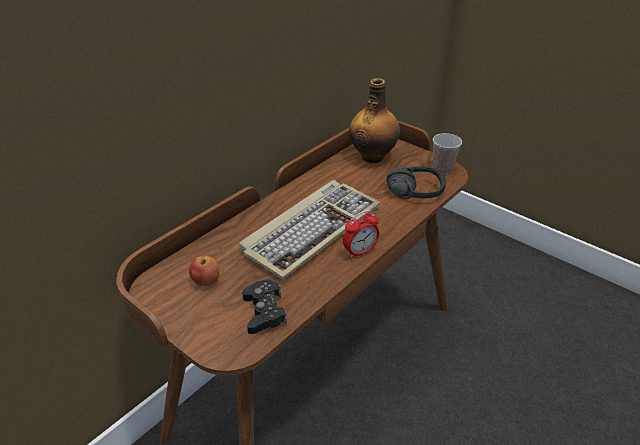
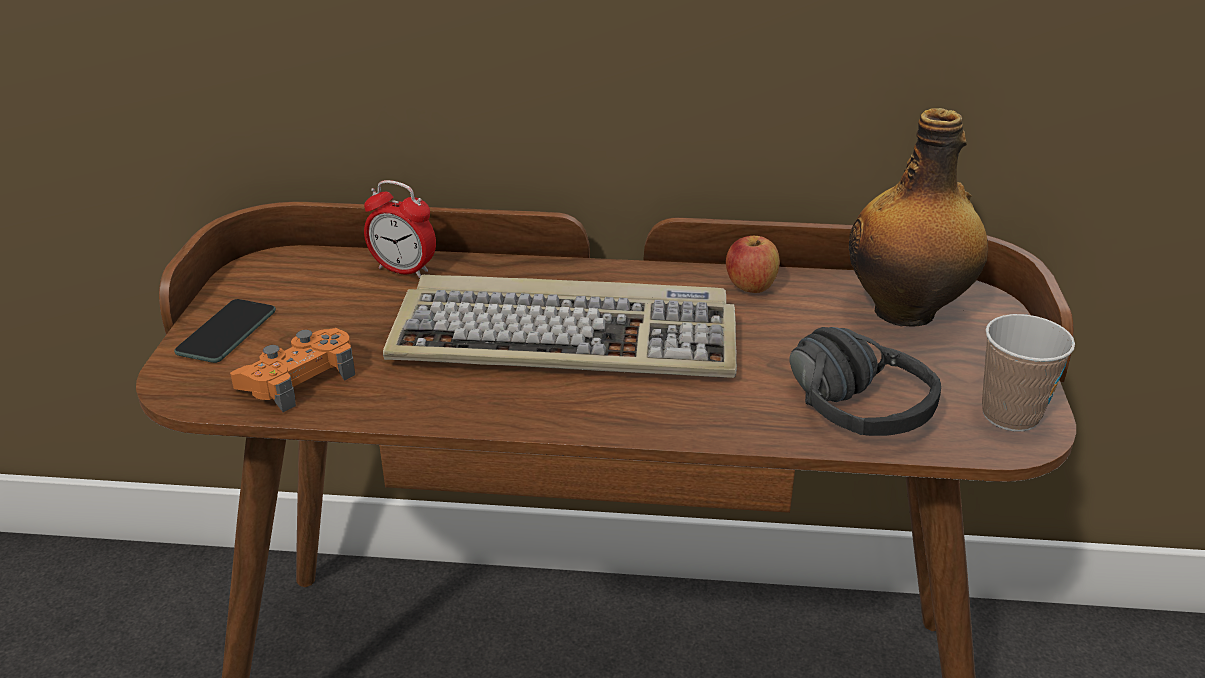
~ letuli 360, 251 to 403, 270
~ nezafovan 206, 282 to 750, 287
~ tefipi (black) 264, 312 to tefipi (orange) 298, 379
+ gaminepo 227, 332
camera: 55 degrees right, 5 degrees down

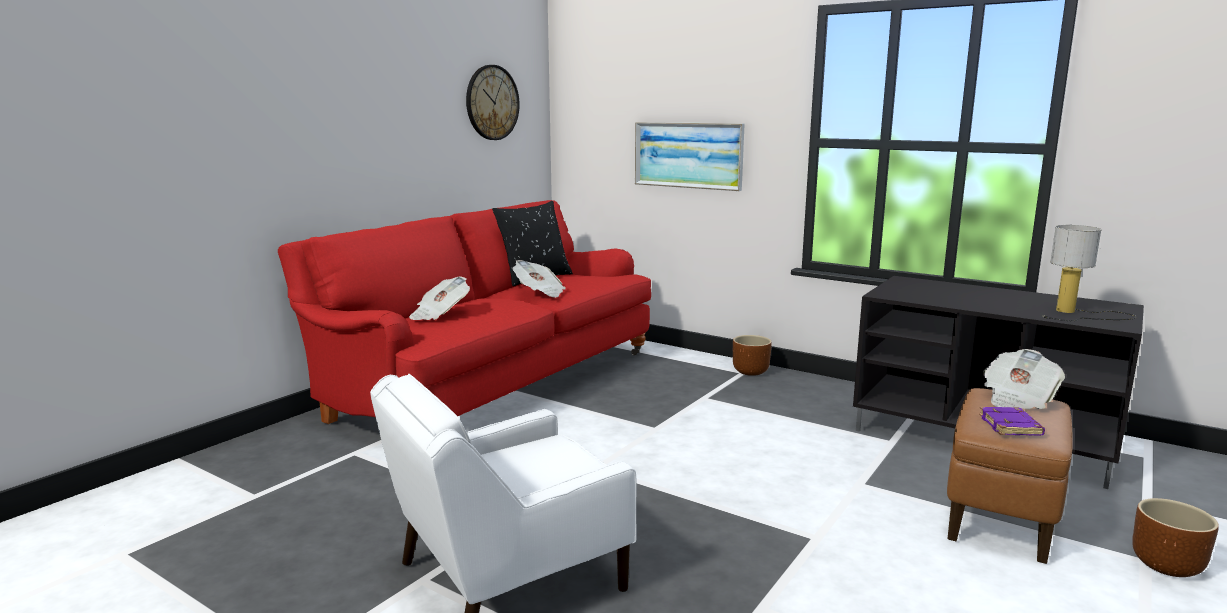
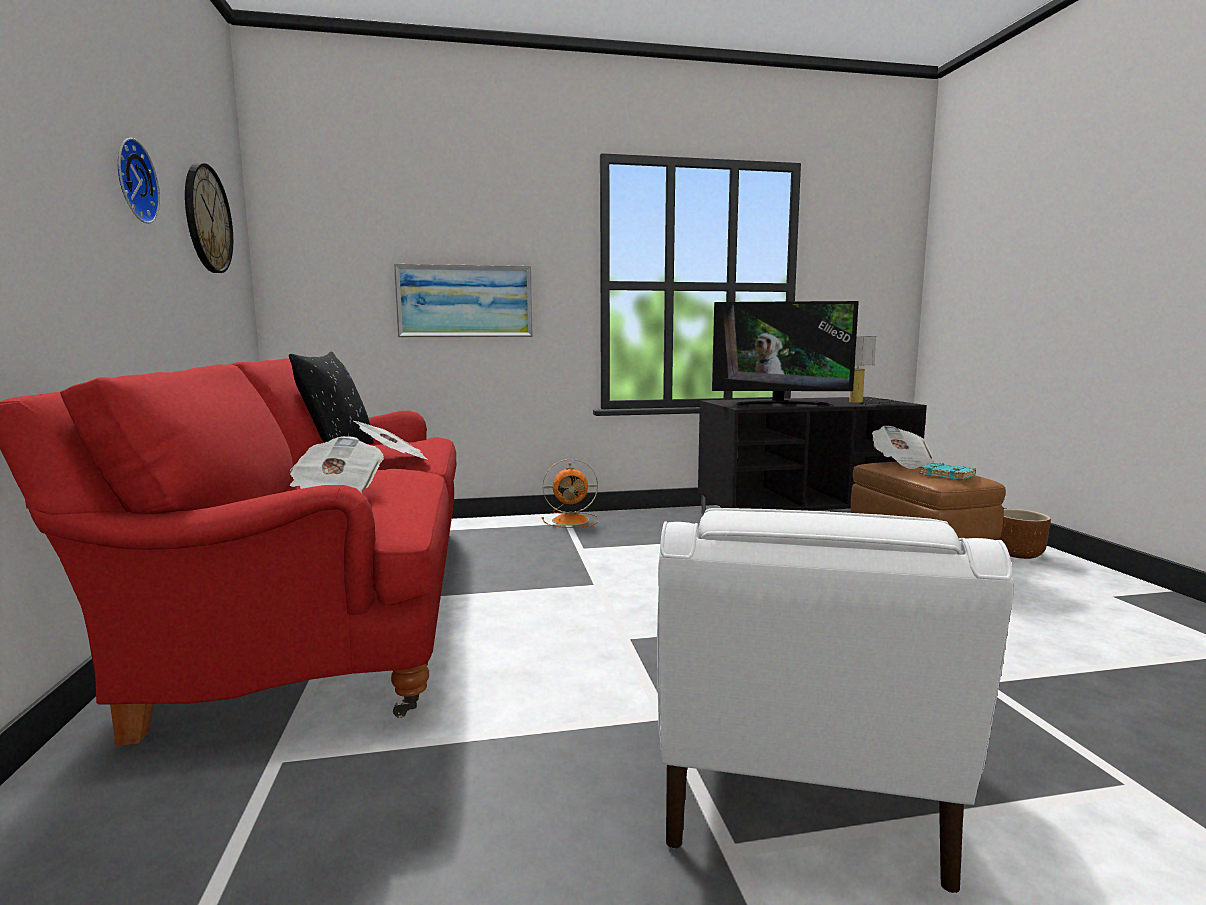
~ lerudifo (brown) 751, 372 to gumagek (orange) 572, 520
~ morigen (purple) 1011, 426 to morigen (turquoise) 948, 475
+ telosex 132, 181
+ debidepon 780, 404
camera: 45 degrees left, 5 degrees down

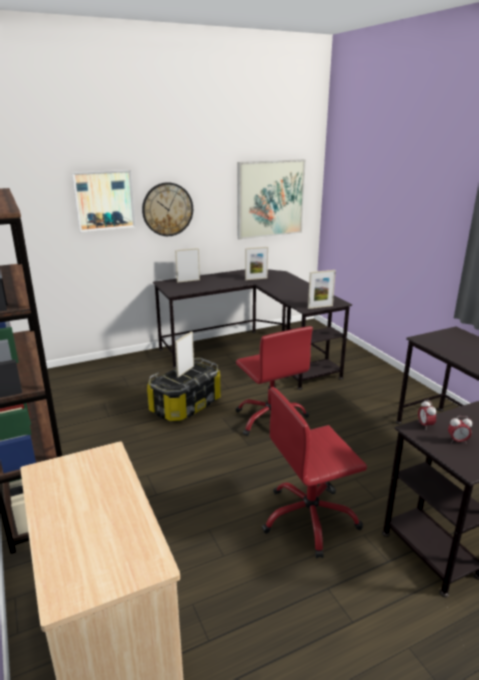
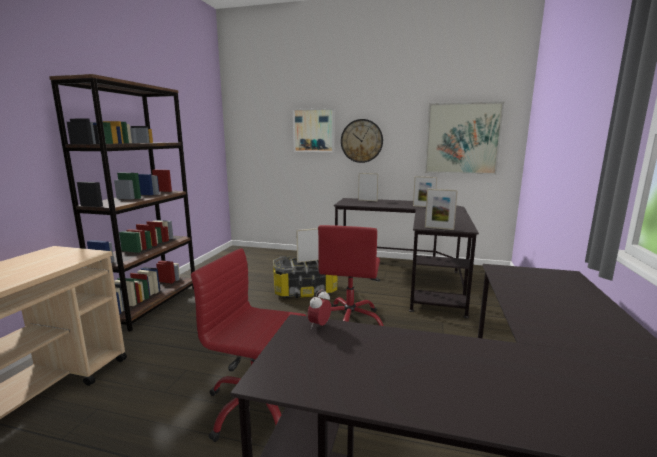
- letuli 457, 441
camera: 40 degrees right, 10 degrees down

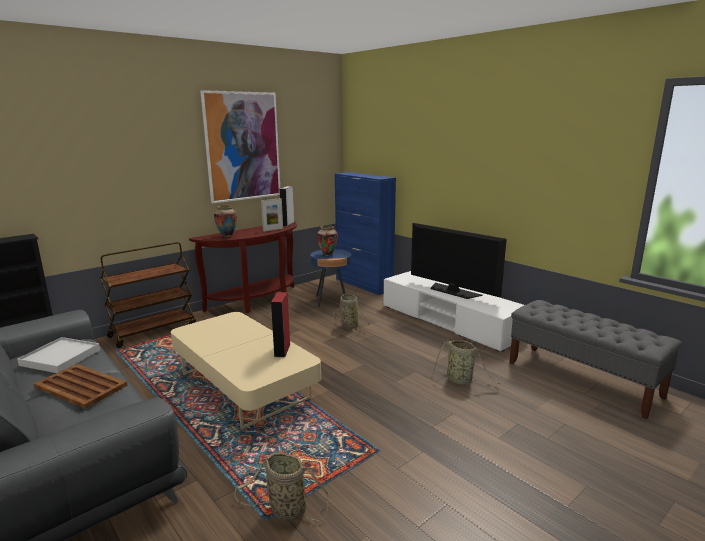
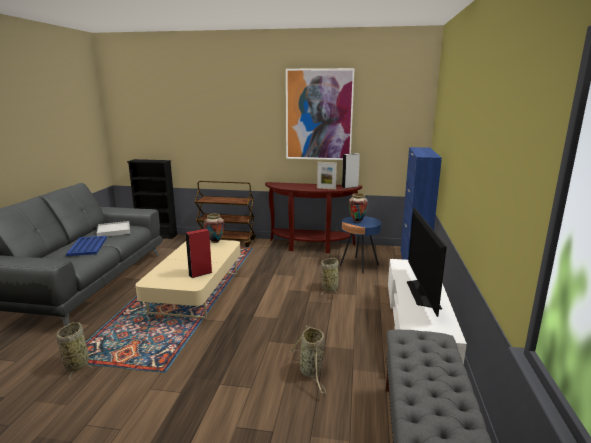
~ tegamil 227, 236 to 215, 242
~ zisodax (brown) 81, 386 to zisodax (blue) 87, 246
camera: 50 degrees right, 0 degrees up

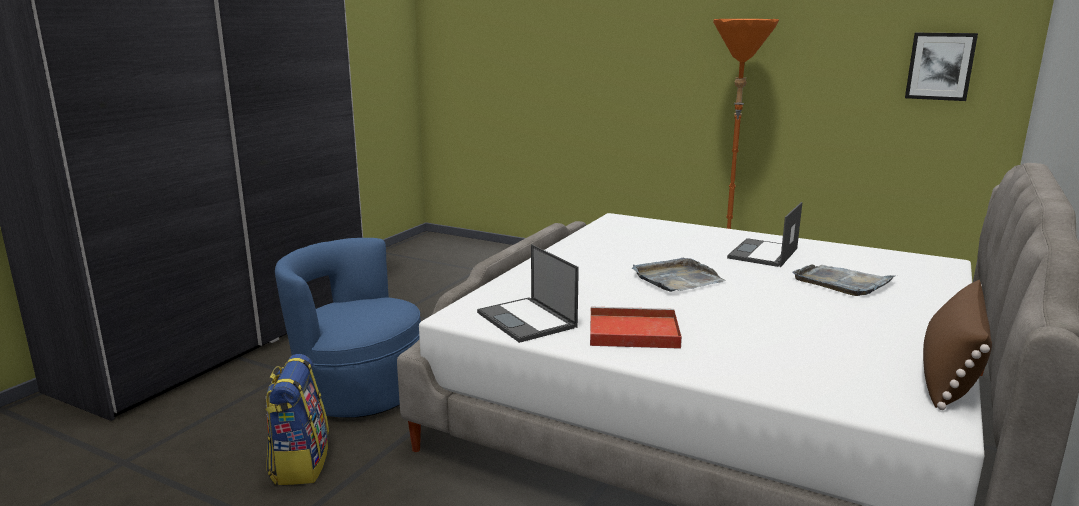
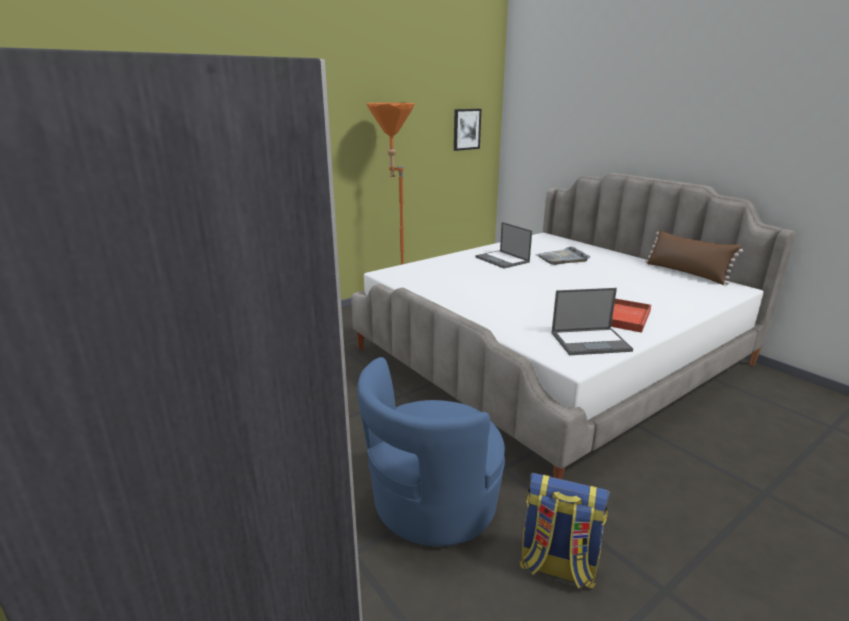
- zisodax (grey) 677, 279
camera: 65 degrees left, 5 degrees up

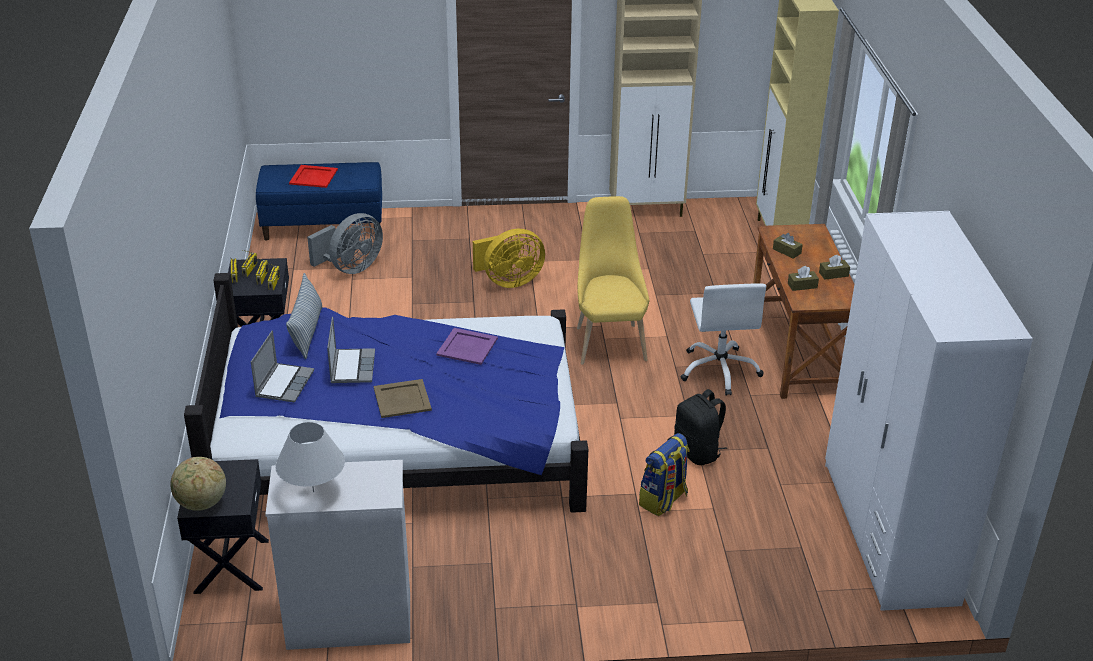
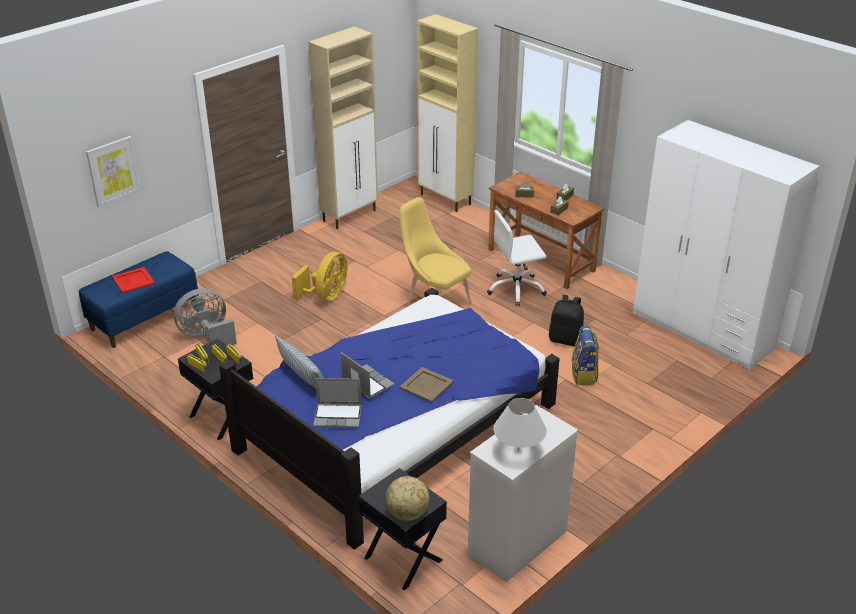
~ gumagek (grey) 351, 268 = 207, 337 120 degrees counterclockwise
~ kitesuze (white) 720, 370 = 516, 289 120 degrees clockwise
- zisodax (purple) 468, 346
~ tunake 284, 383 = 338, 416 120 degrees clockwise
+ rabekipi 113, 171
camera: 40 degrees left, 0 degrees up

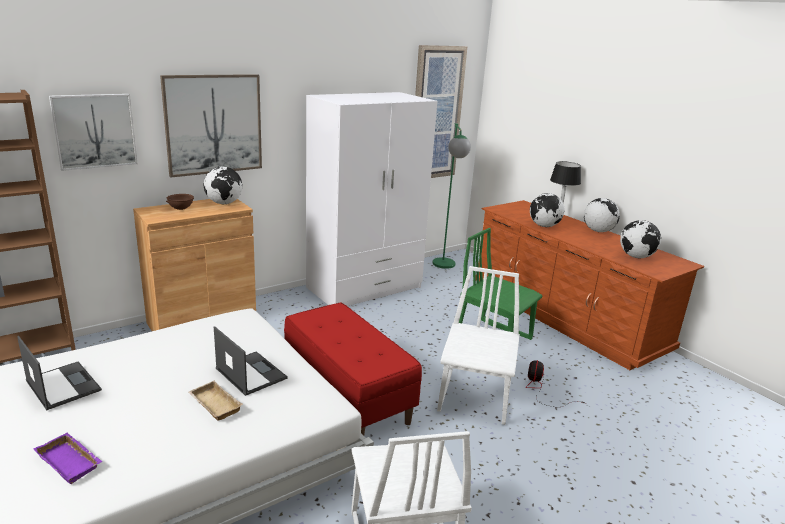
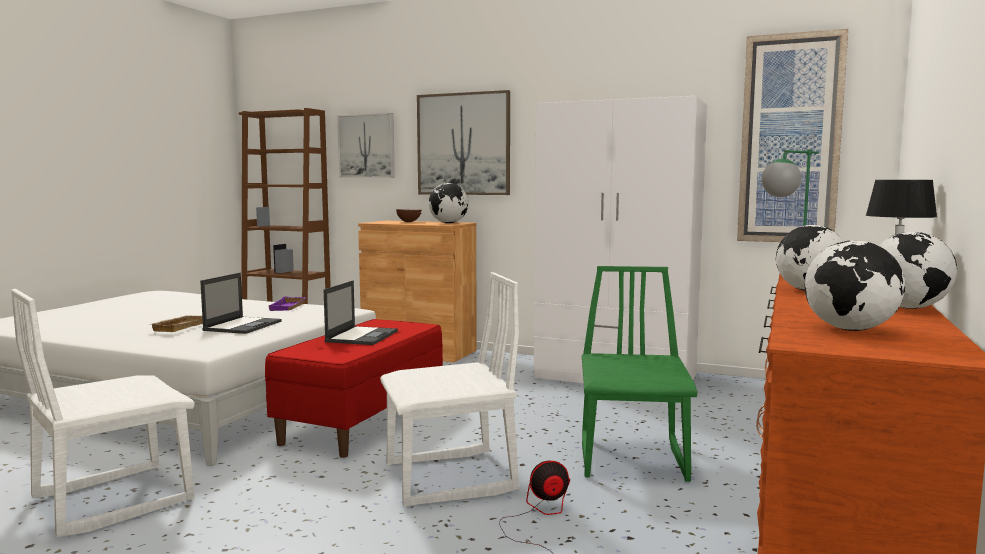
~ tunake 62, 385 to 362, 336
~ zisodax (purple) 71, 461 to 289, 307
camera: 60 degrees right, 15 degrees down

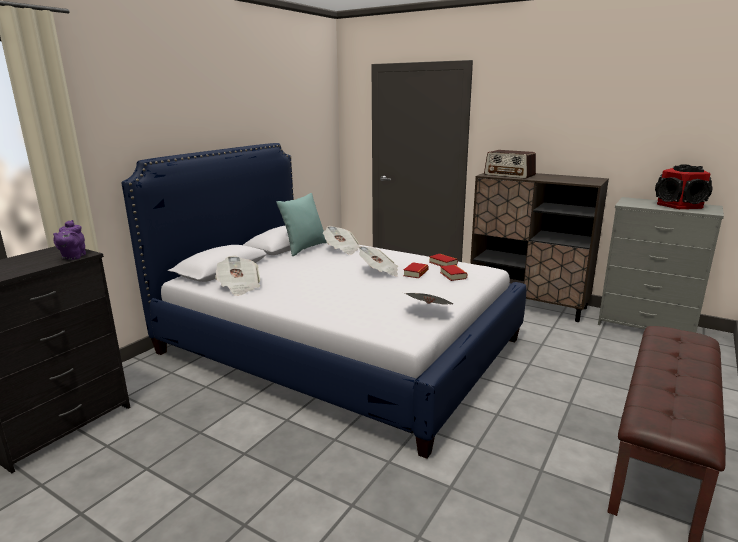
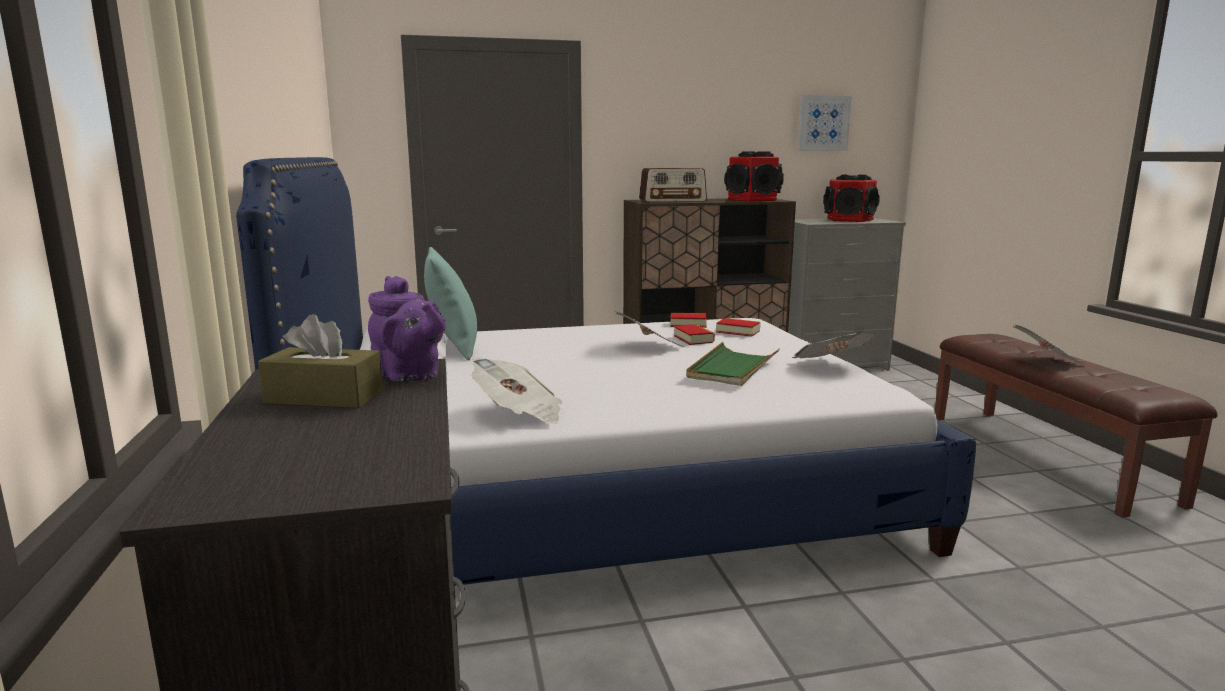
~ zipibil 342, 250 to 1046, 362
+ rabekipi 823, 123
+ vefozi 753, 200
+ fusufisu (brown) 324, 397
+ zisodax (green) 732, 368
camera: 45 degrees left, 5 degrees down

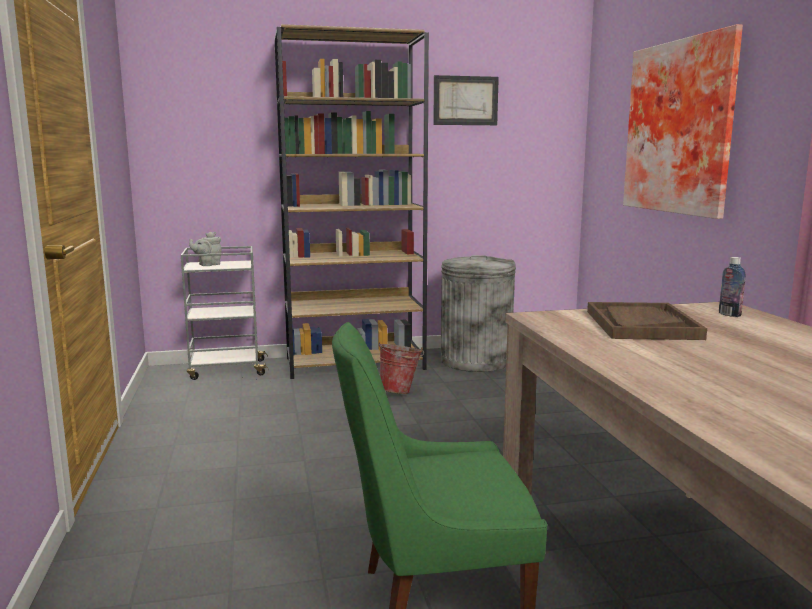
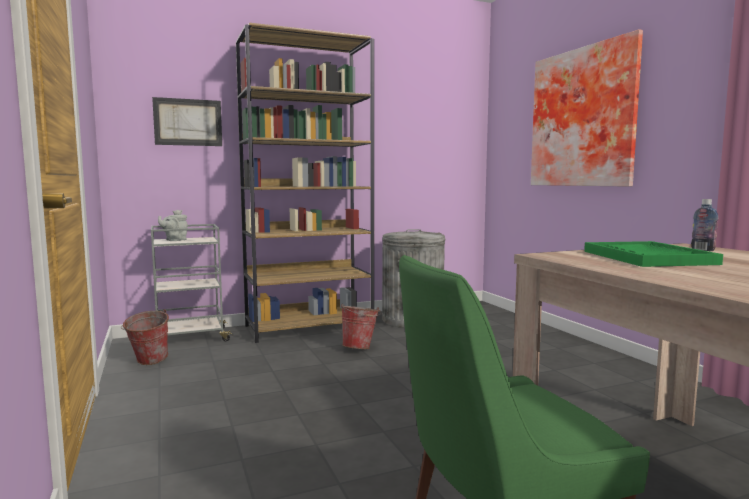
~ rabekipi 465, 100 to 188, 122
~ zisodax (brown) 641, 324 to zisodax (green) 646, 257
+ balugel 147, 362
camera: 10 degrees left, 5 degrees down

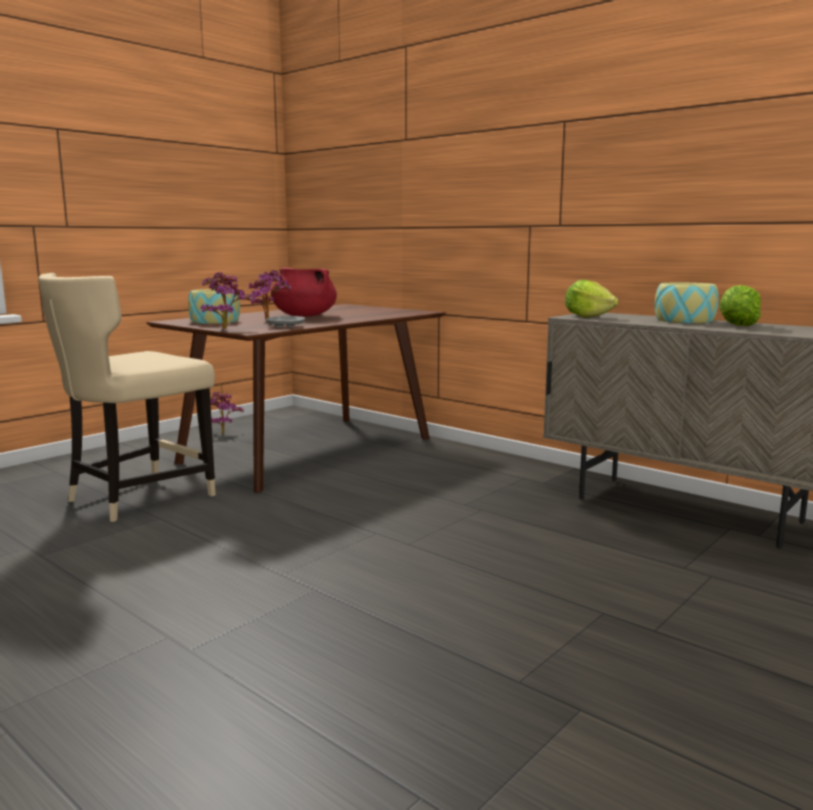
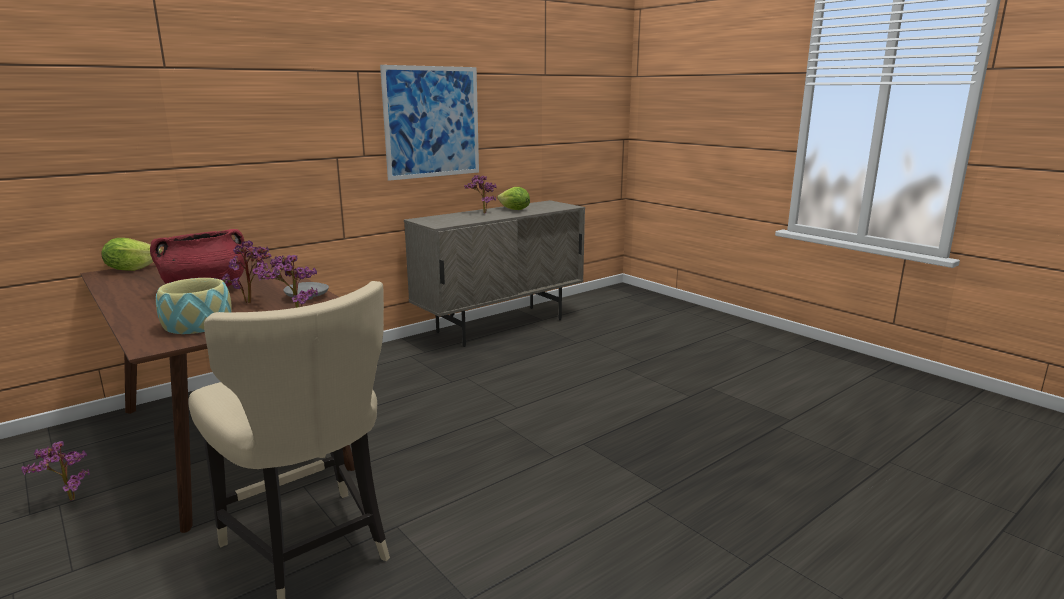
~ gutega 588, 317 to 131, 269
~ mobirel 684, 320 to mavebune 482, 213
+ rabekipi 432, 122
camera: 80 degrees left, 5 degrees up

